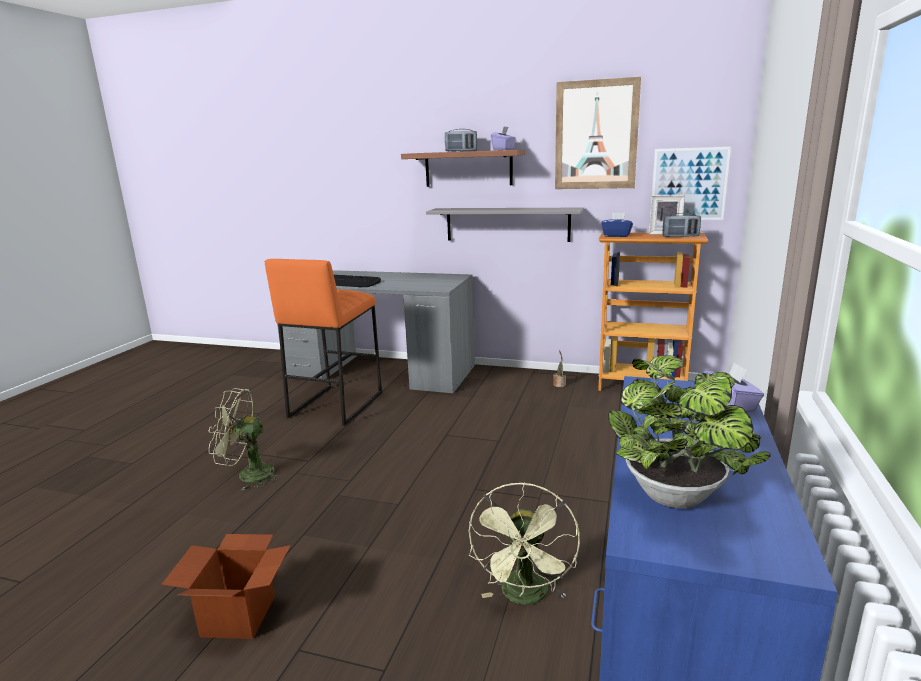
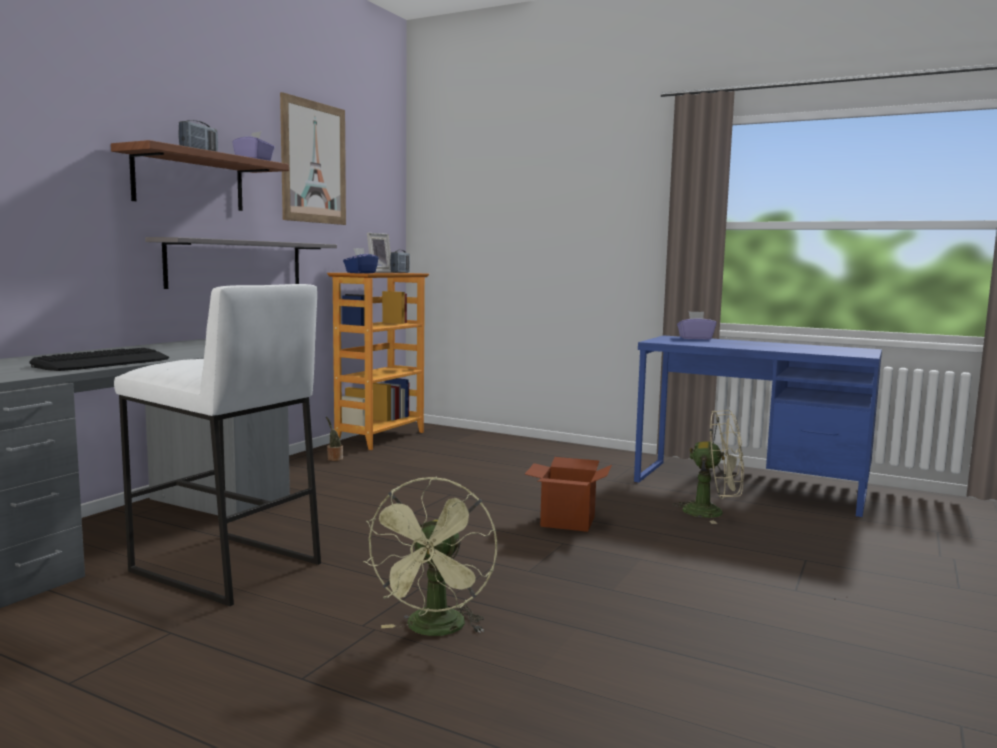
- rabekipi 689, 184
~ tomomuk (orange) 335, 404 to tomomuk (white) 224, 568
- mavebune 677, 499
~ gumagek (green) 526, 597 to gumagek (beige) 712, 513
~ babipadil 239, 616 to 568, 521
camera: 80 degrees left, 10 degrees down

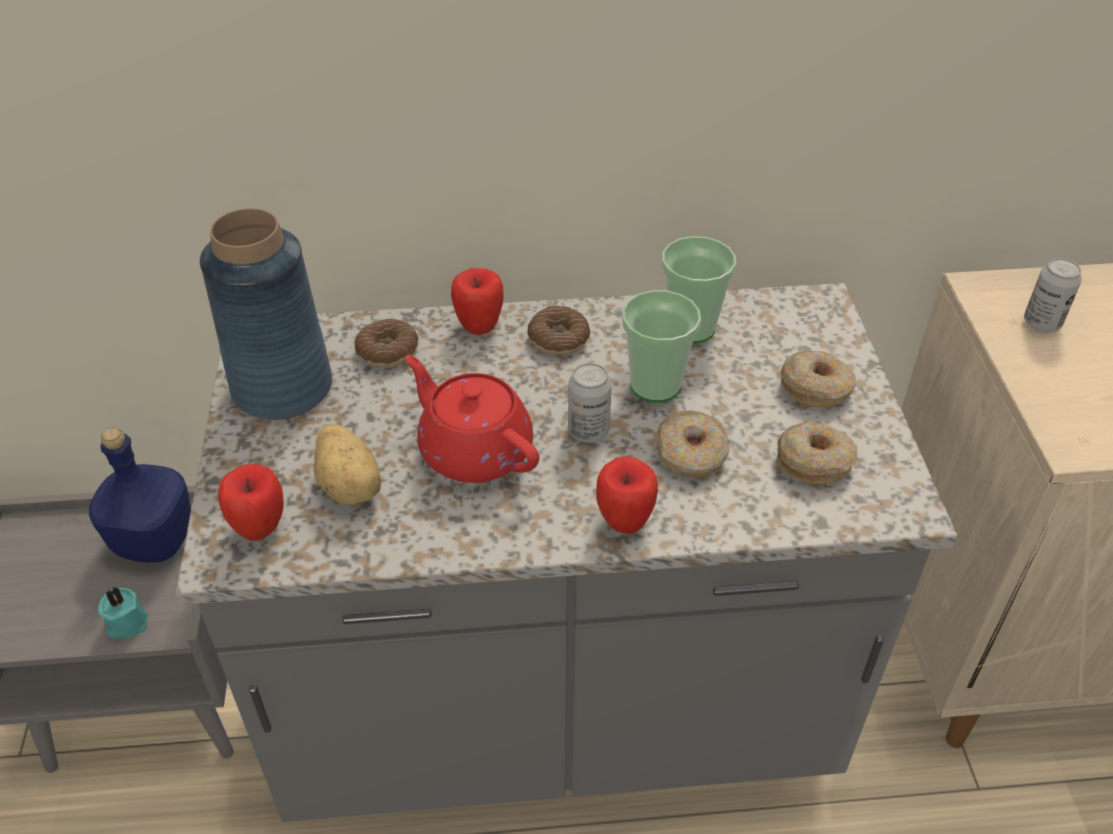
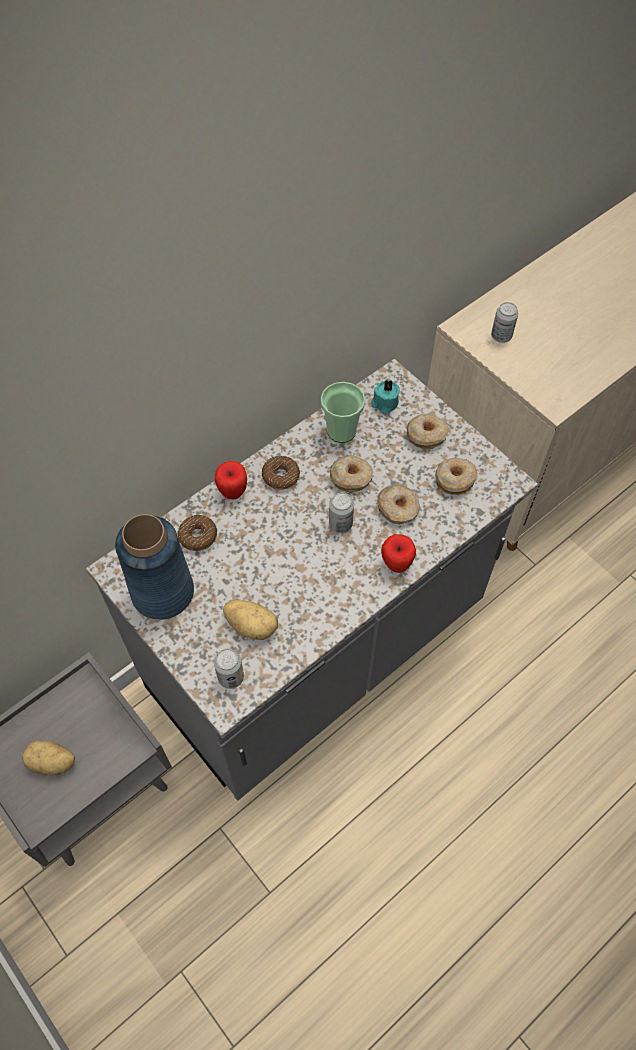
~ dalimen 655, 385 to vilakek 351, 477
- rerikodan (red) 473, 450
- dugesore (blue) 153, 541
~ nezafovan 260, 530 to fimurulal 231, 677
~ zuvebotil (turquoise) 126, 622 to 384, 403
+ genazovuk 52, 763
camera: 35 degrees left, 15 degrees up

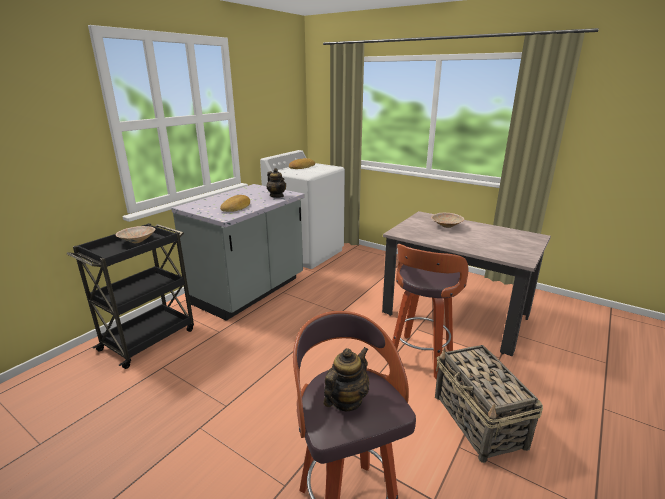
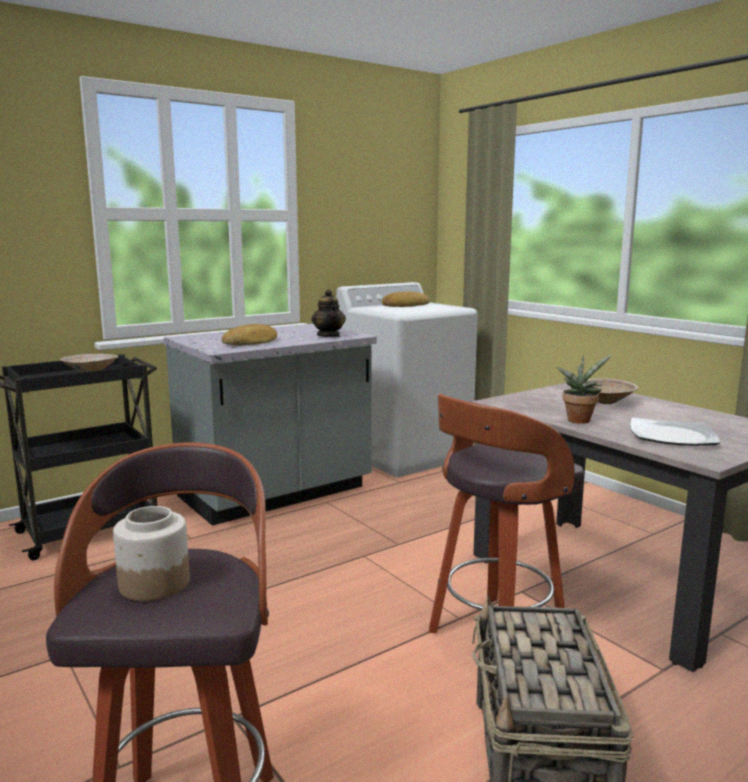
~ rerikodan 345, 400 to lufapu 153, 584
+ mavebune 579, 420
+ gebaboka 671, 436
camera: 20 degrees right, 10 degrees down

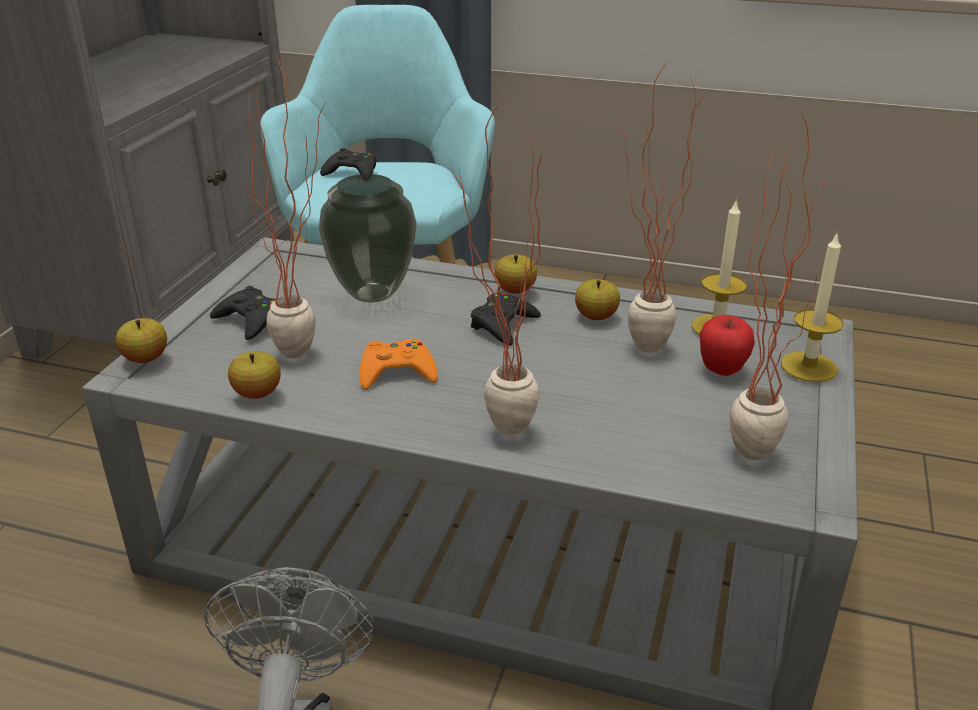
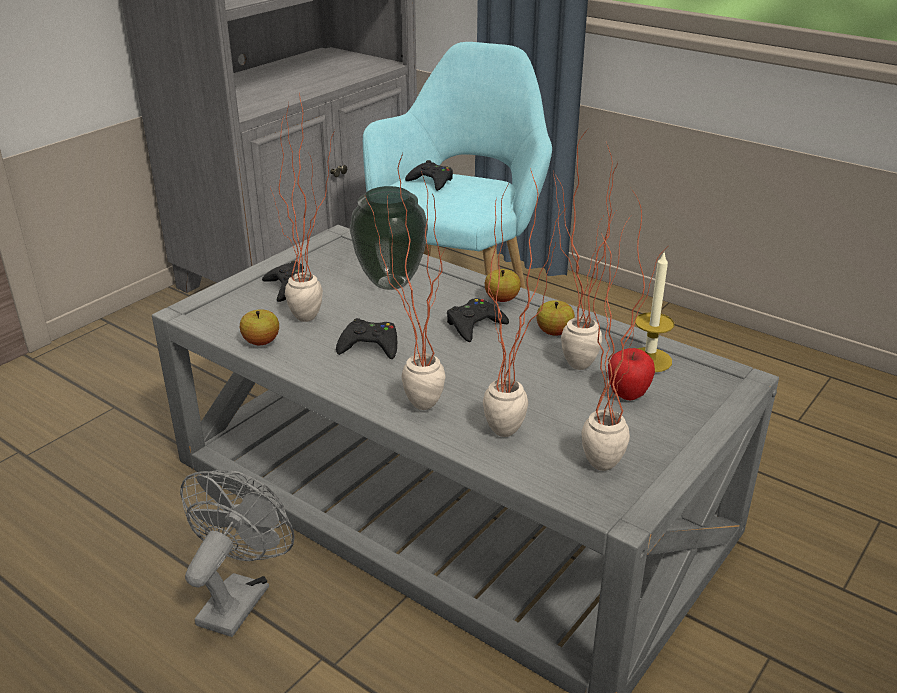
- zuvebotil 808, 367
- nezafovan 146, 358
~ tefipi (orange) 397, 372 to tefipi (black) 370, 346
+ mavebune 518, 432
camera: 20 degrees right, 0 degrees up

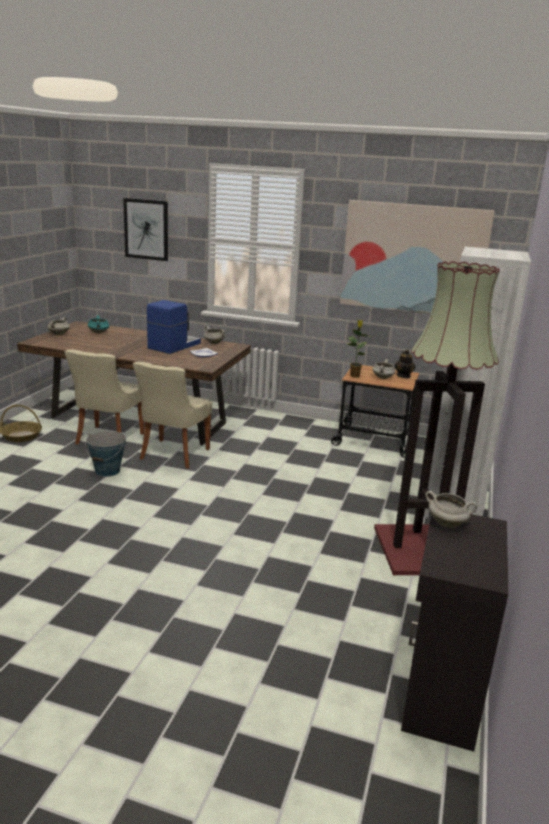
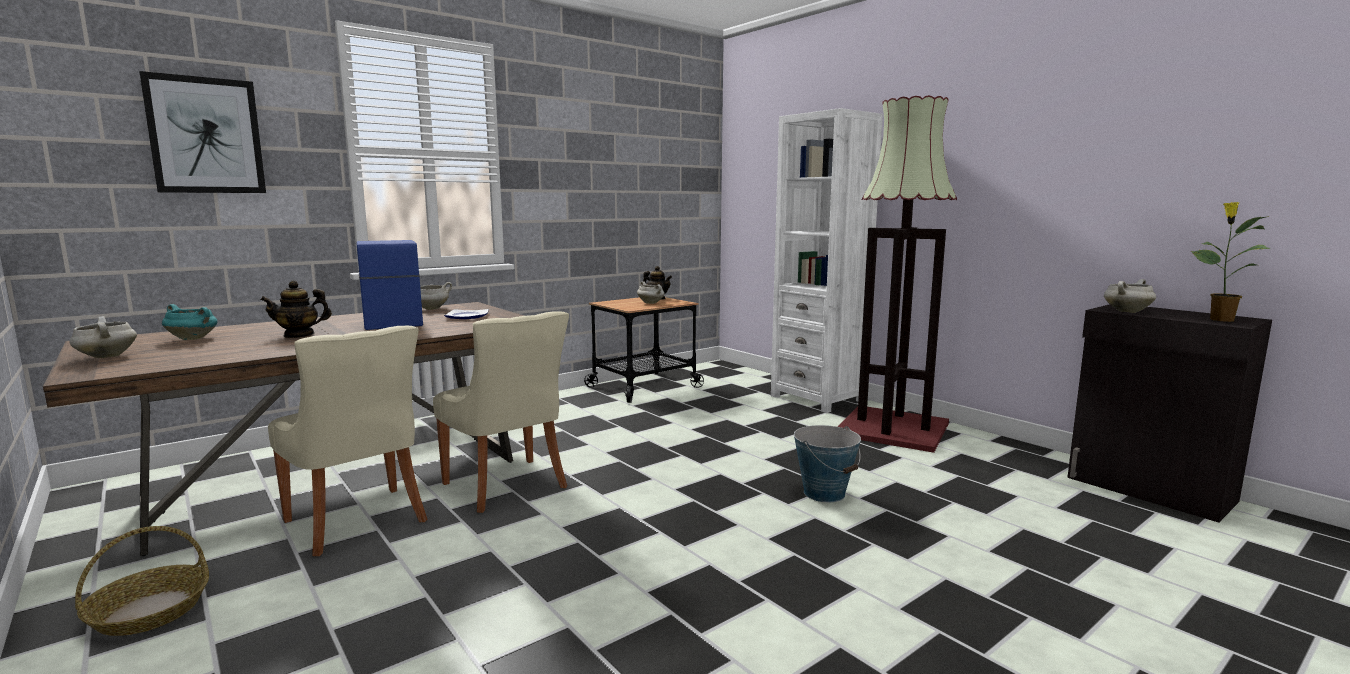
- rabekipi 413, 259
~ mavebune 354, 375 to 1220, 319
~ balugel 107, 471 to 824, 493
+ rerikodan 299, 335
camera: 55 degrees left, 10 degrees down

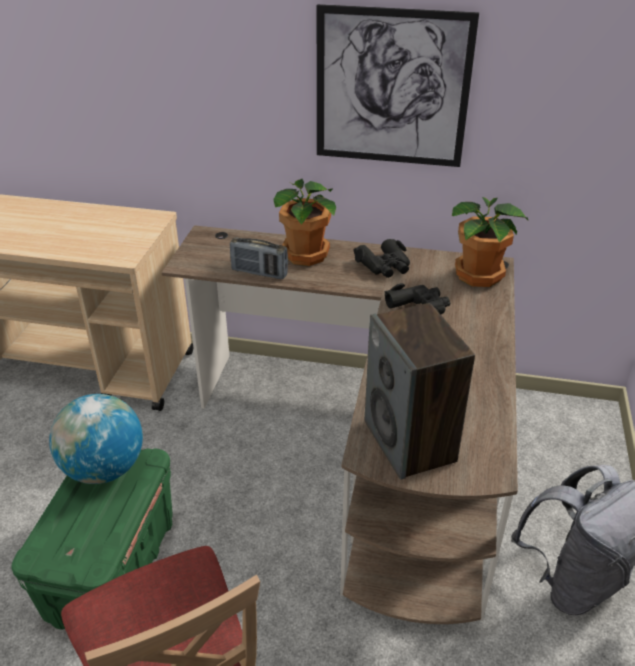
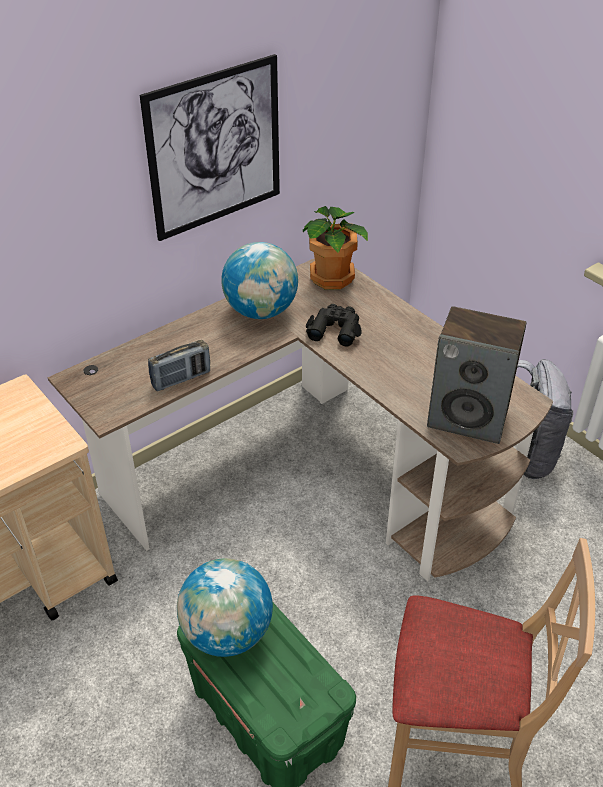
- mavebune 307, 254
~ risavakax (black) 384, 266 to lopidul 261, 311
camera: 50 degrees left, 5 degrees up

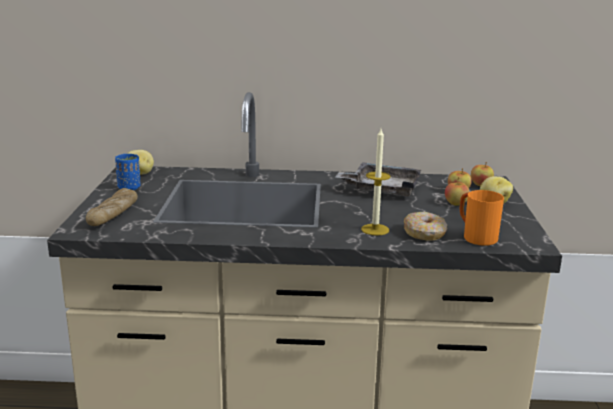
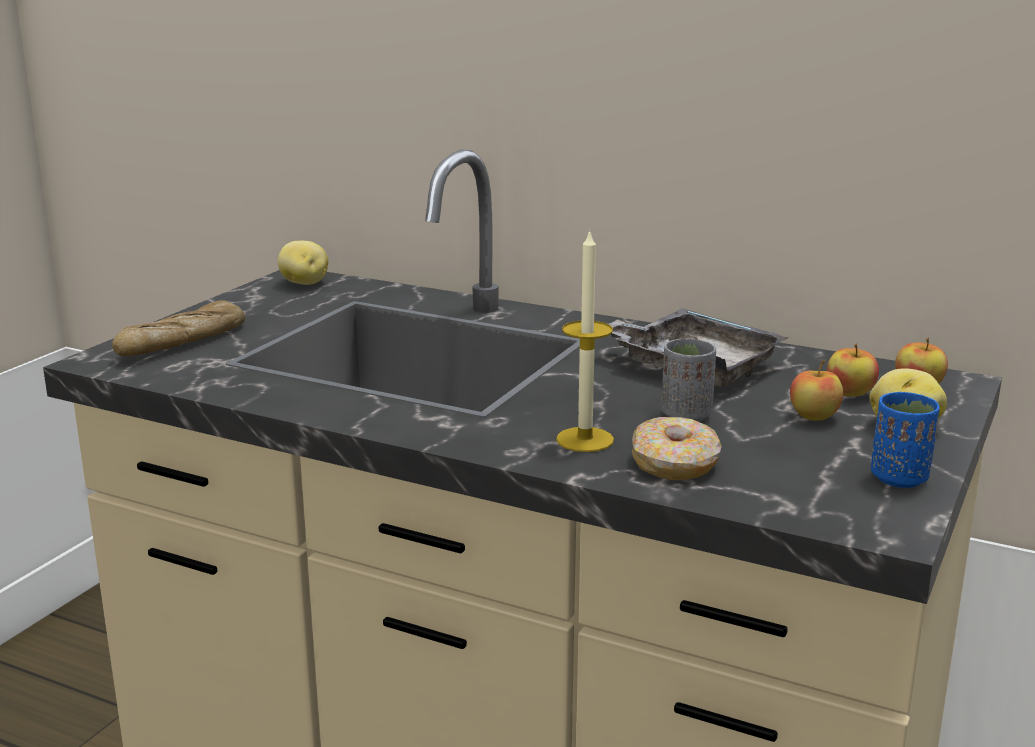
~ dalimen (blue) 129, 188 to 899, 478
- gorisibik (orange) 475, 236
+ dalimen (grey) 686, 415
camera: 25 degrees right, 0 degrees up

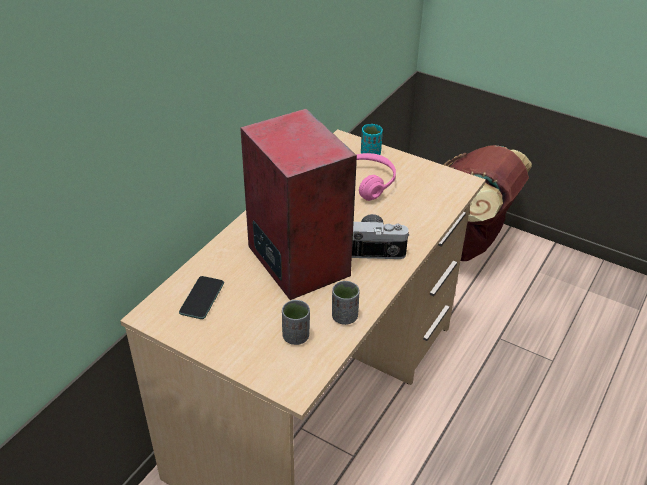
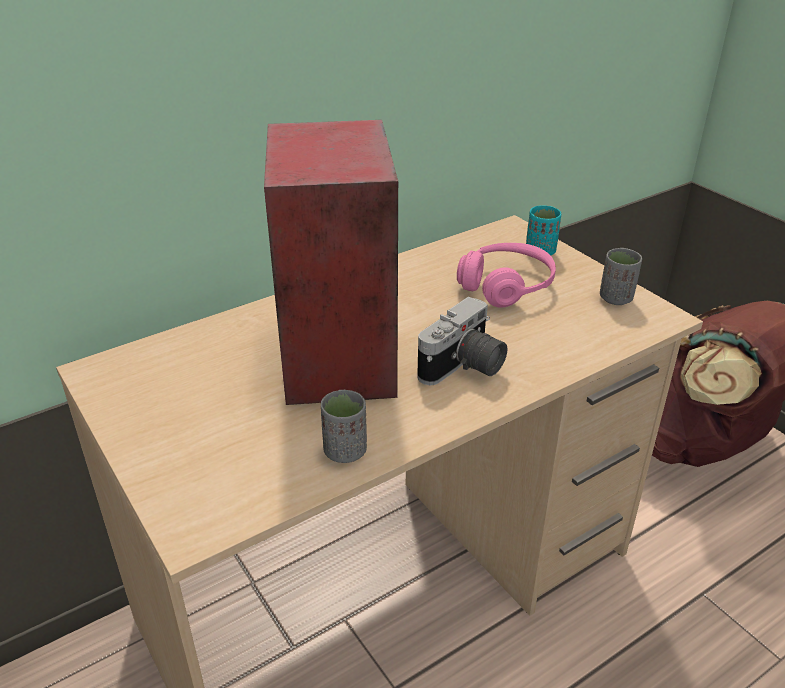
~ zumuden 376, 246 = 464, 368 105 degrees clockwise
- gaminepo 202, 298
~ dalimen (grey) 296, 337 to 616, 298
camera: 25 degrees right, 5 degrees down

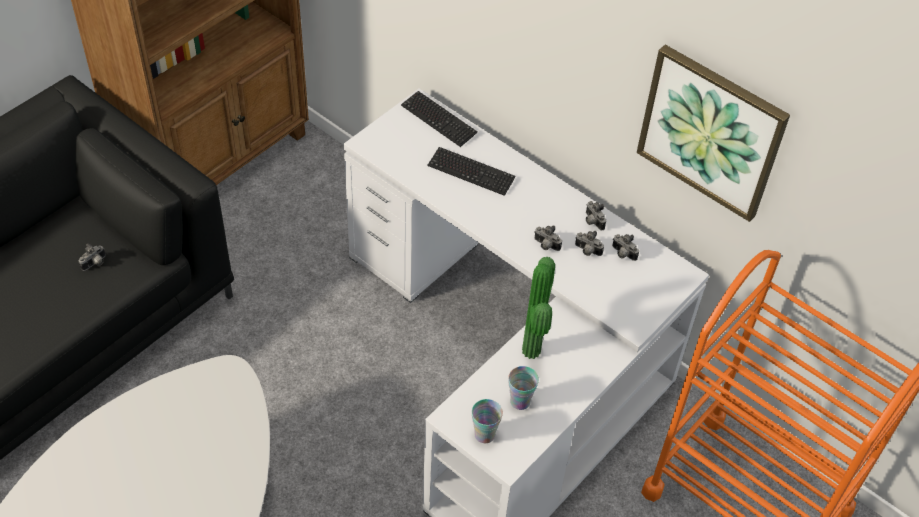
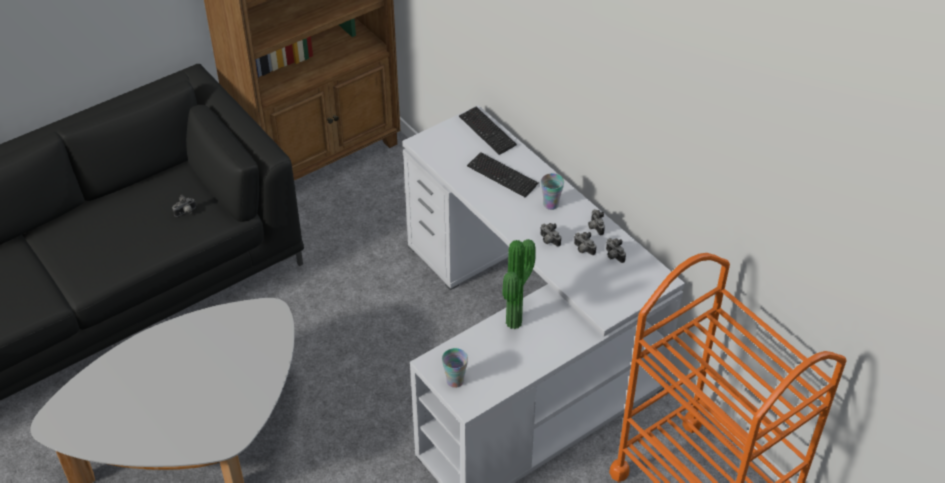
- rabekipi 711, 132
~ dalimen 520, 401 to 551, 204
camera: 15 degrees right, 5 degrees down

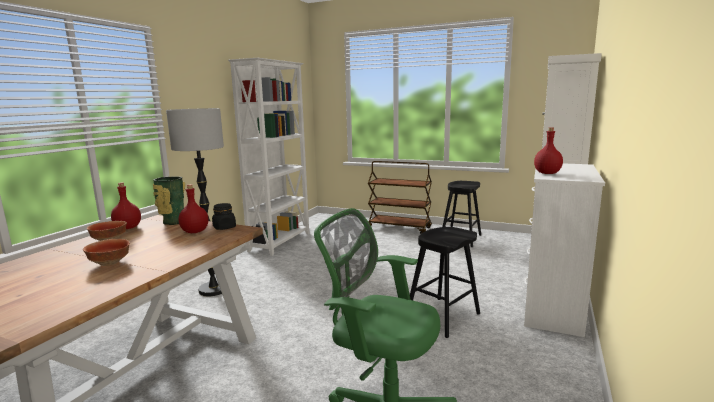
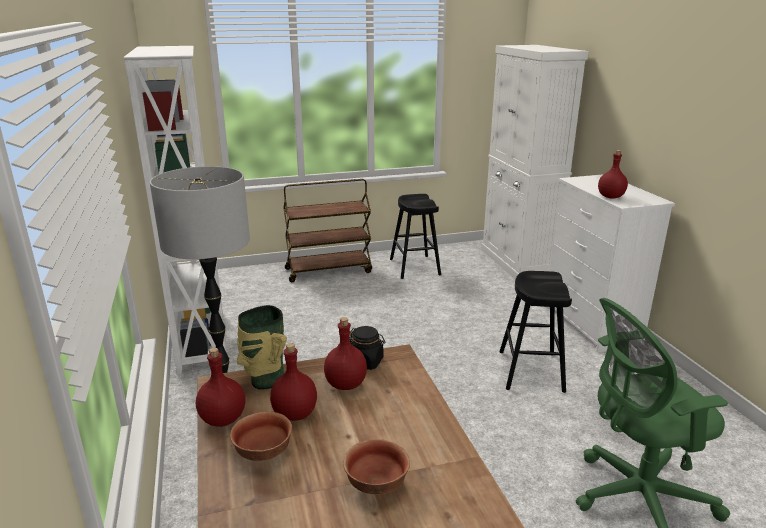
+ dugesore (red) 295, 414
camera: 40 degrees left, 10 degrees up

